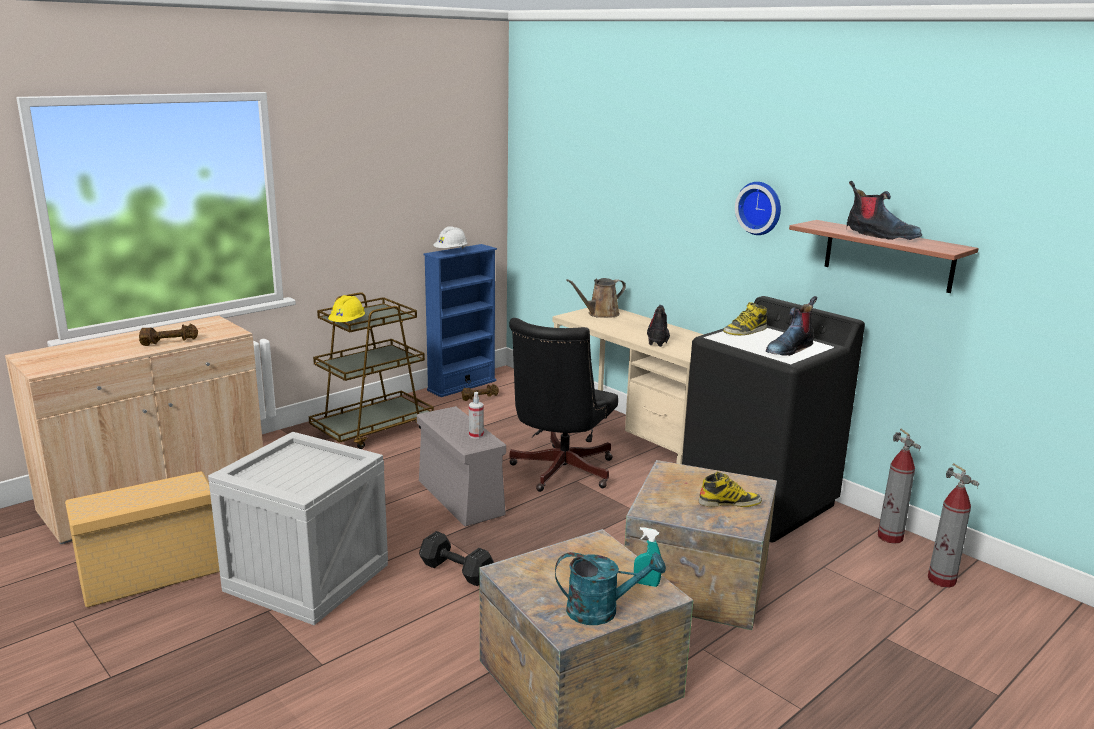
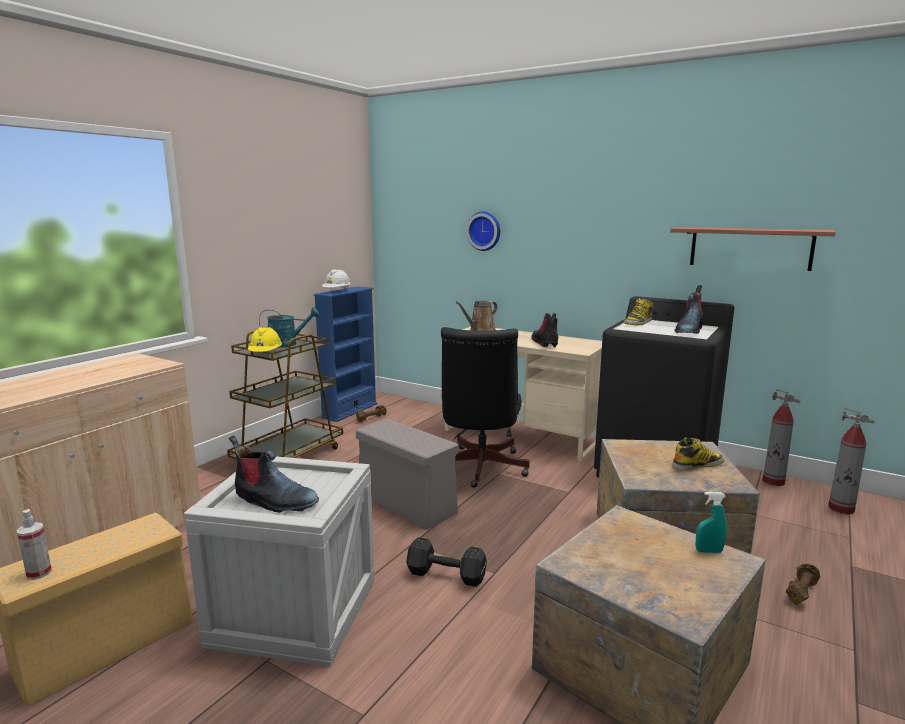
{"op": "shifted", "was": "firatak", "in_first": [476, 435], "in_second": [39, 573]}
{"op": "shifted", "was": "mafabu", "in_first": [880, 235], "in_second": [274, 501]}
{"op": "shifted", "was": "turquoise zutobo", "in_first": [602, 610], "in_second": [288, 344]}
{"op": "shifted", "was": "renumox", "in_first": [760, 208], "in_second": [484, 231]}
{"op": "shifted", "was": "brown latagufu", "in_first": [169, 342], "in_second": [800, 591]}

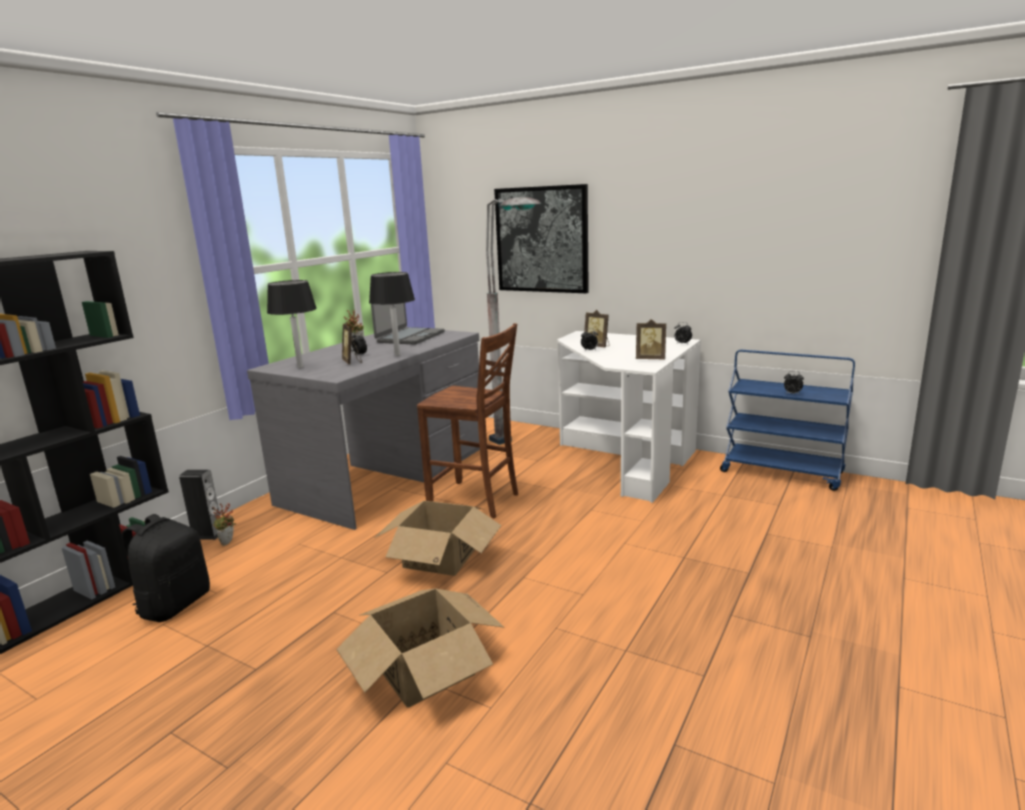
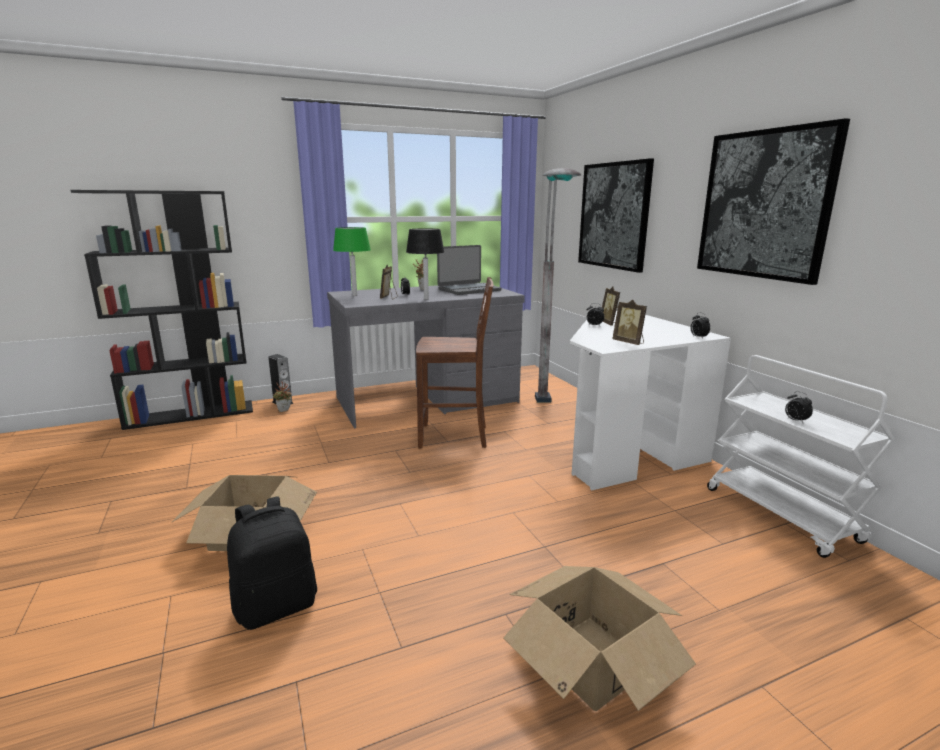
{"op": "shifted", "was": "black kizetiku", "in_first": [174, 604], "in_second": [276, 606]}
{"op": "repainted", "was": "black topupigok", "now": "green topupigok", "in_first": [300, 367], "in_second": [354, 295]}
{"op": "rotated", "was": "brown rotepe", "in_first": [475, 501], "in_second": [455, 437], "clockwise": -60}
{"op": "shifted", "was": "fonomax", "in_first": [440, 557], "in_second": [591, 660]}
{"op": "new", "now": "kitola", "in_second": [764, 205]}
{"op": "repainted", "was": "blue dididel", "now": "white dididel", "in_first": [782, 472], "in_second": [782, 515]}

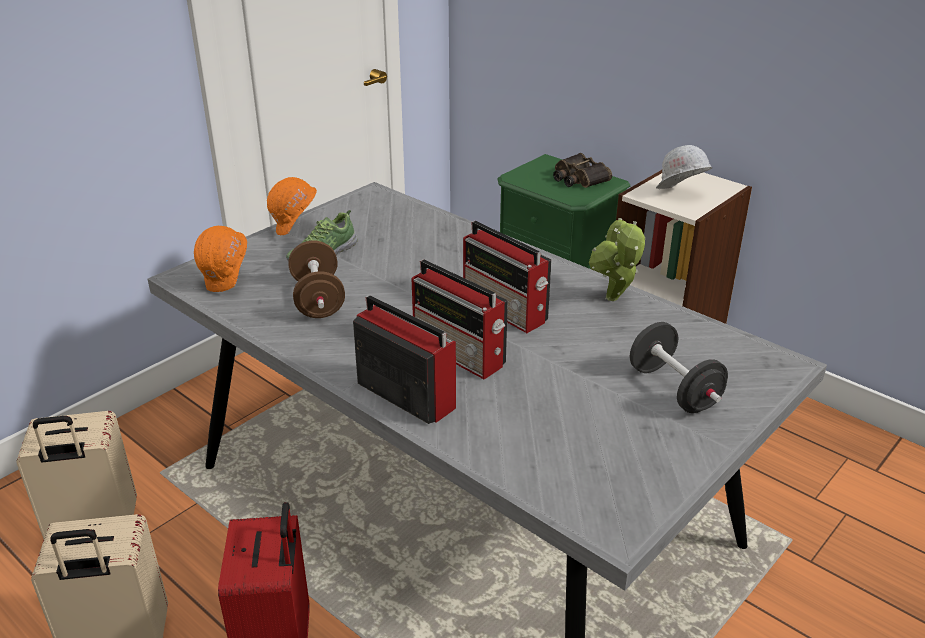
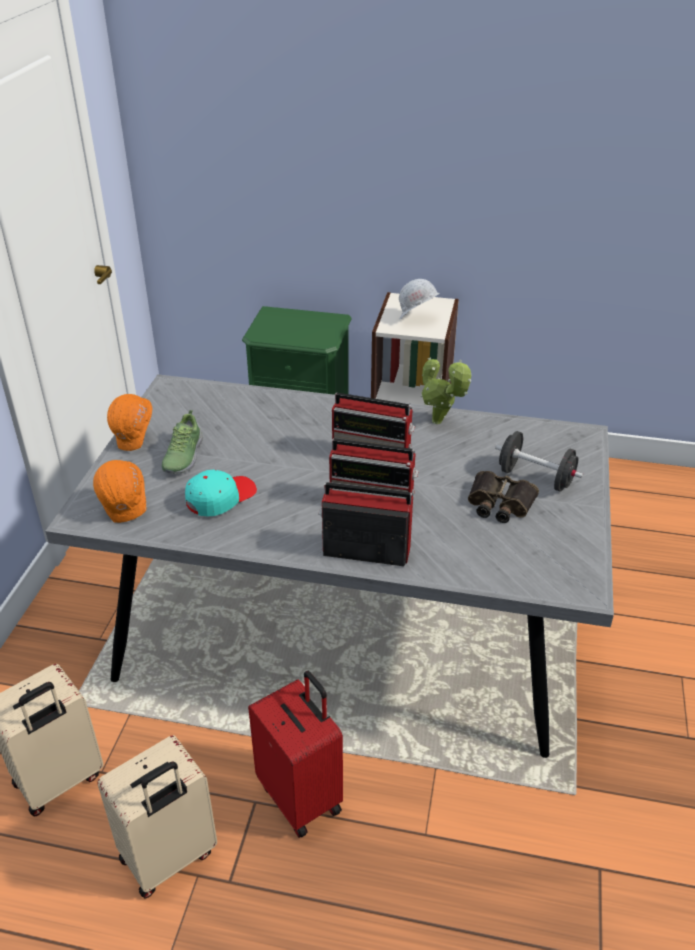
{"op": "swapped", "was": "brown latagufu", "now": "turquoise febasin", "in_first": [318, 299], "in_second": [220, 498]}
{"op": "shifted", "was": "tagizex", "in_first": [578, 178], "in_second": [499, 504]}

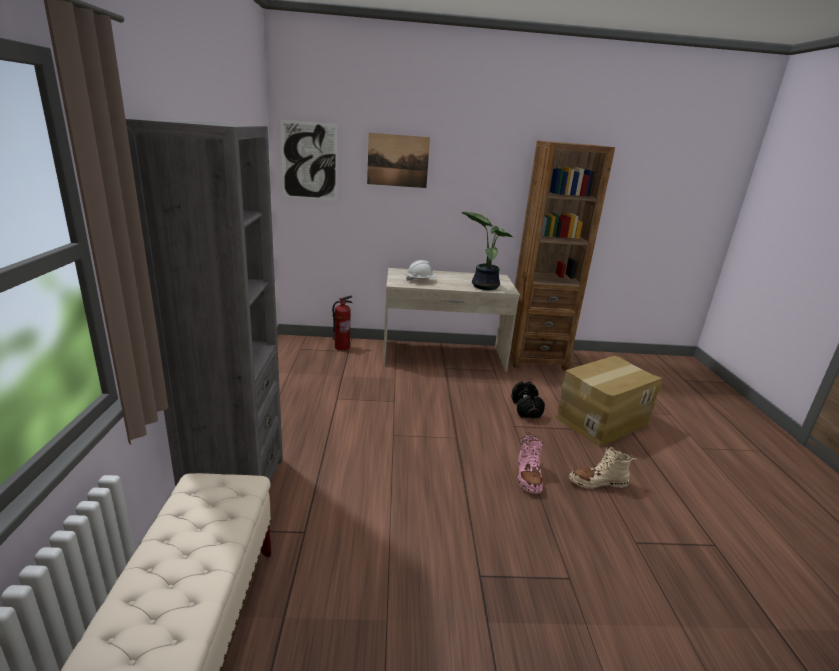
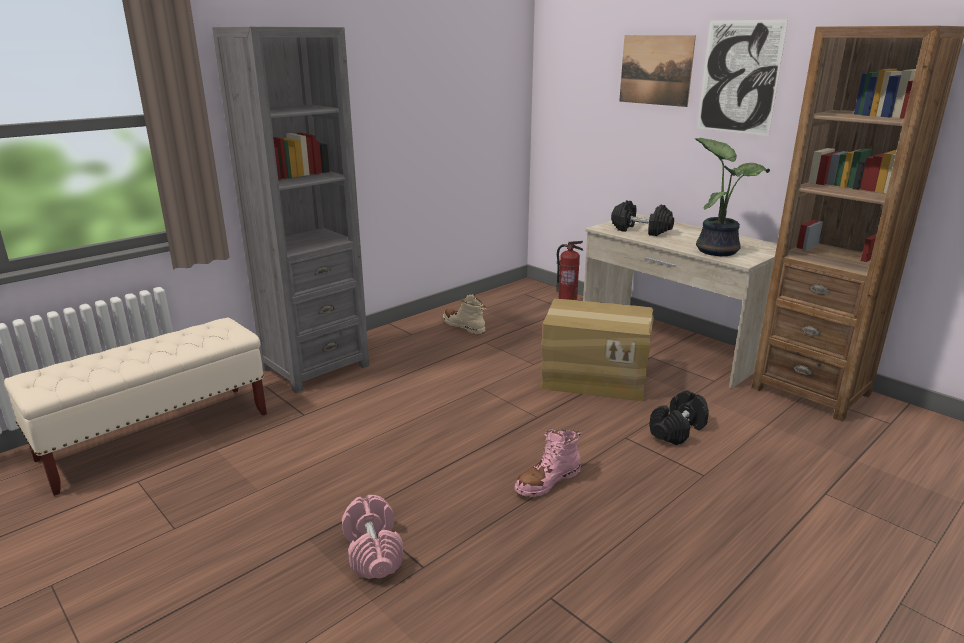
{"op": "new", "now": "pink latagufu", "in_second": [372, 550]}
{"op": "shifted", "was": "beige mafabu", "in_first": [597, 482], "in_second": [464, 326]}
{"op": "shifted", "was": "fonomax", "in_first": [601, 420], "in_second": [595, 377]}
{"op": "swapped", "was": "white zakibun", "now": "black latagufu", "in_first": [420, 280], "in_second": [641, 230]}
{"op": "shifted", "was": "kitola", "in_first": [309, 161], "in_second": [739, 77]}

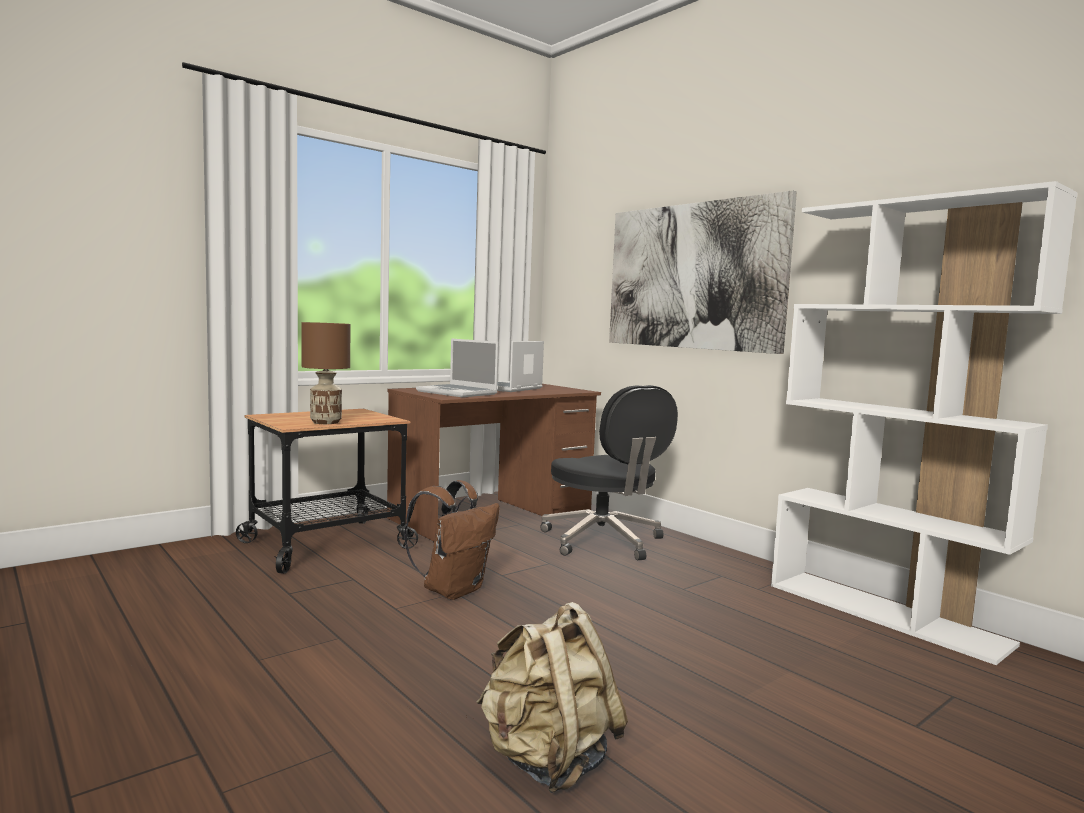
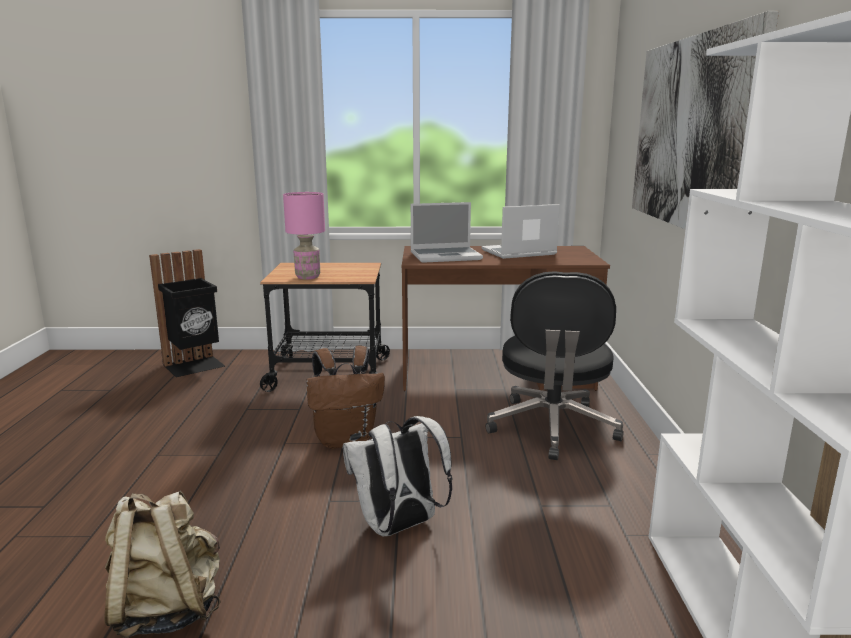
{"op": "new", "now": "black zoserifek", "in_second": [195, 366]}
{"op": "repainted", "was": "brown topupigok", "now": "pink topupigok", "in_first": [326, 422], "in_second": [308, 277]}
{"op": "new", "now": "white kizetiku", "in_second": [399, 527]}
{"op": "rotated", "was": "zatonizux", "in_first": [458, 393], "in_second": [446, 256], "clockwise": -90}

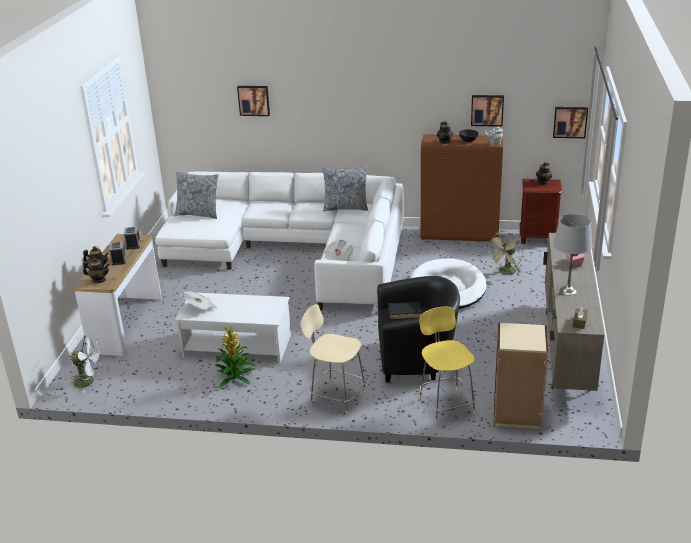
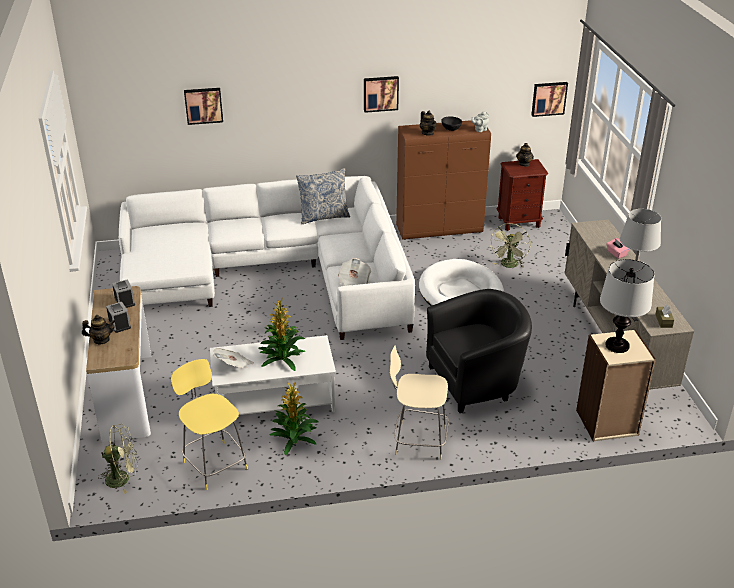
{"op": "repainted", "was": "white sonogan", "now": "green sonogan", "in_first": [88, 382], "in_second": [123, 478]}
{"op": "shifted", "was": "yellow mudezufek", "in_first": [446, 405], "in_second": [214, 464]}
{"op": "new", "now": "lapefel", "in_second": [282, 358]}
{"op": "shifted", "was": "kitola", "in_first": [487, 110], "in_second": [380, 93]}
{"op": "new", "now": "topupigok", "in_second": [617, 345]}
{"op": "gone", "was": "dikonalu", "in_first": [98, 280]}
{"op": "gone", "was": "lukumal", "in_first": [198, 214]}
{"op": "gone", "was": "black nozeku", "in_first": [404, 313]}

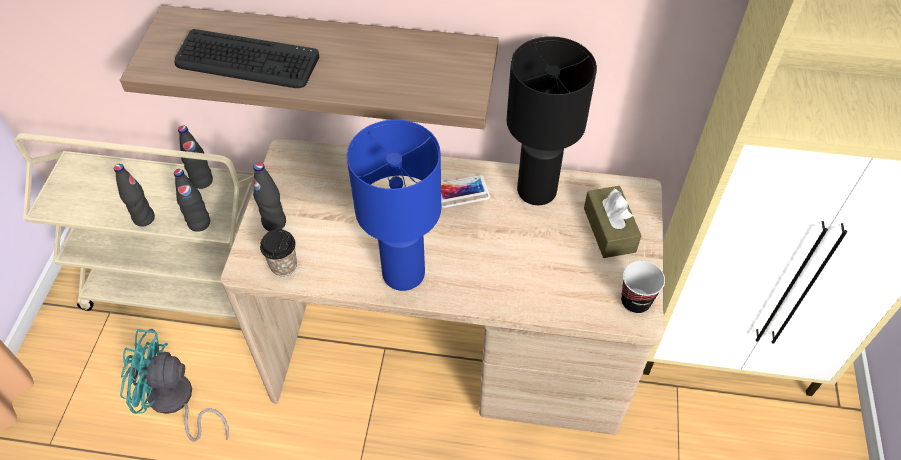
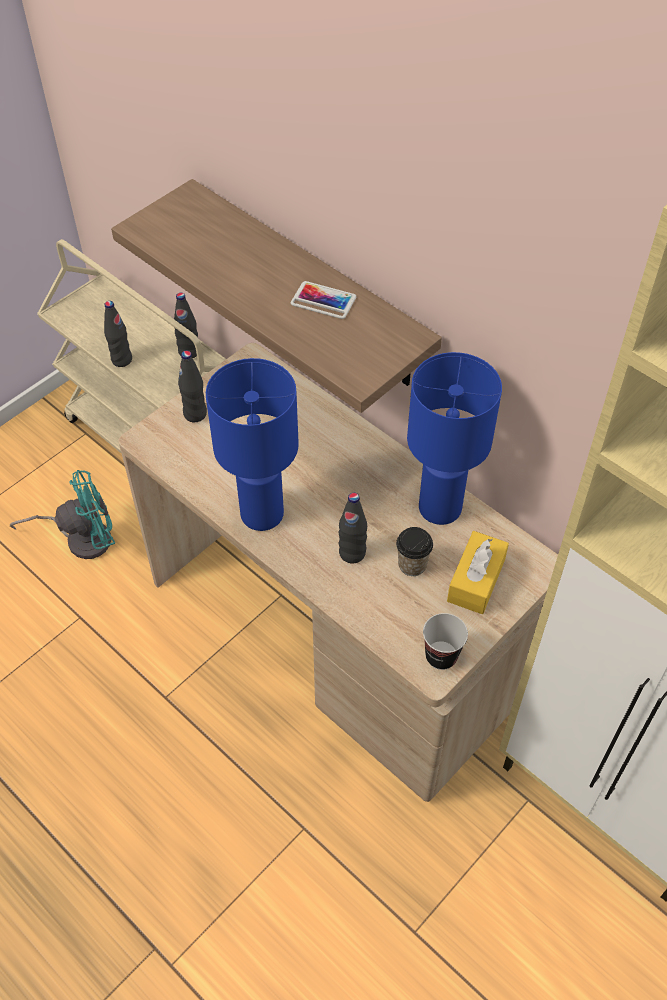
{"op": "rotated", "was": "turquoise sonogan", "in_first": [175, 403], "in_second": [81, 538], "clockwise": 120}
{"op": "shifted", "was": "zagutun", "in_first": [462, 192], "in_second": [323, 300]}
{"op": "shifted", "was": "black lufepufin", "in_first": [199, 223], "in_second": [352, 553]}
{"op": "shifted", "was": "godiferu", "in_first": [283, 265], "in_second": [412, 565]}
{"op": "repainted", "was": "black topupigok", "now": "blue topupigok", "in_first": [538, 191], "in_second": [440, 509]}
{"op": "repainted", "was": "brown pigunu", "now": "yellow pigunu", "in_first": [609, 230], "in_second": [476, 580]}
{"op": "gone", "was": "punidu", "in_first": [246, 61]}

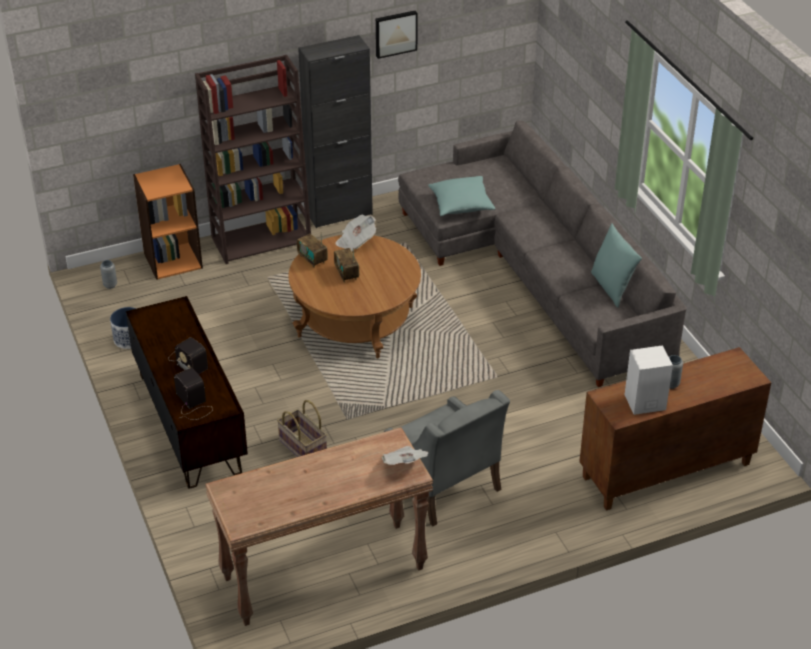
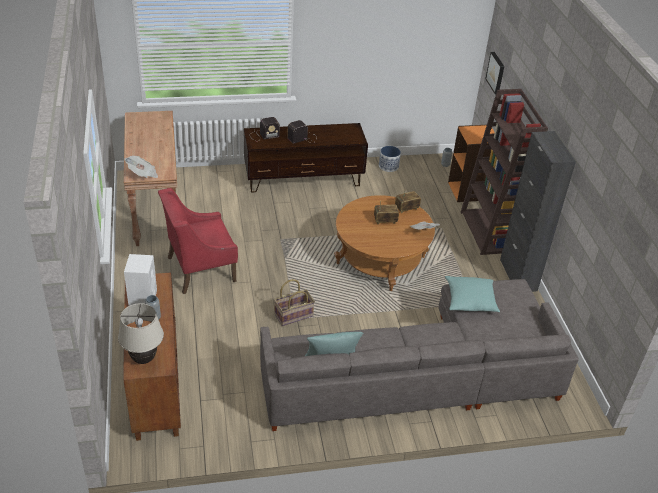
{"op": "new", "now": "beige topupigok", "in_second": [143, 359]}
{"op": "repainted", "was": "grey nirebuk", "now": "red nirebuk", "in_first": [444, 485], "in_second": [200, 269]}
{"op": "shifted", "was": "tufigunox", "in_first": [302, 447], "in_second": [293, 315]}
{"op": "shifted", "was": "kitola", "in_first": [395, 33], "in_second": [496, 72]}

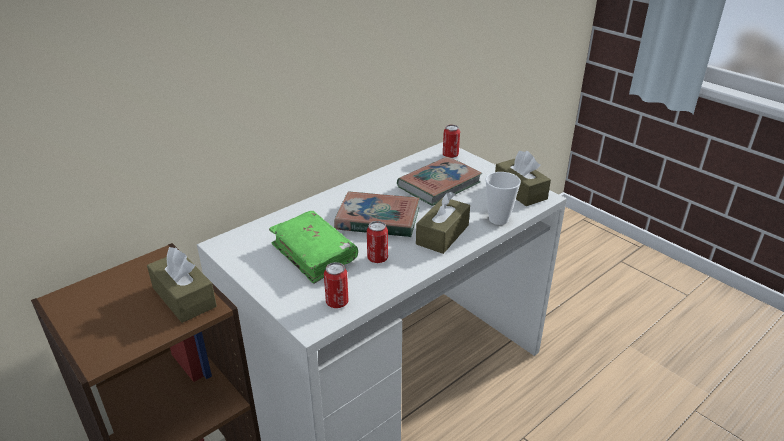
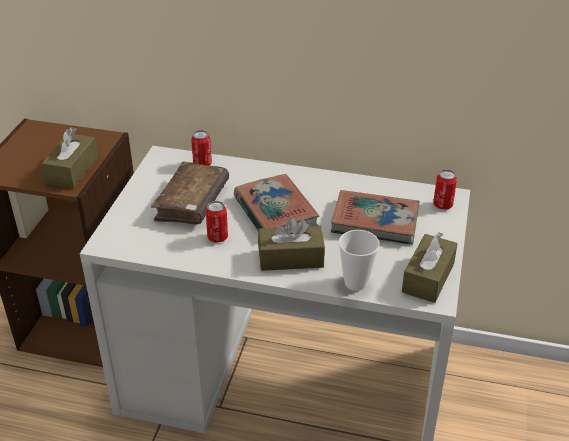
{"op": "repainted", "was": "green nozeku", "now": "brown nozeku", "in_first": [314, 254], "in_second": [192, 203]}
{"op": "shifted", "was": "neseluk", "in_first": [337, 302], "in_second": [202, 164]}

